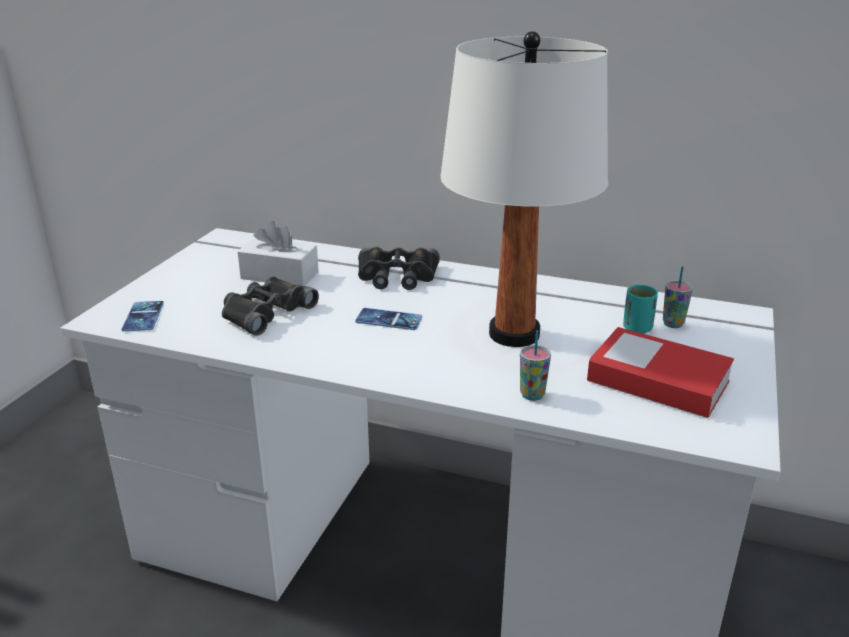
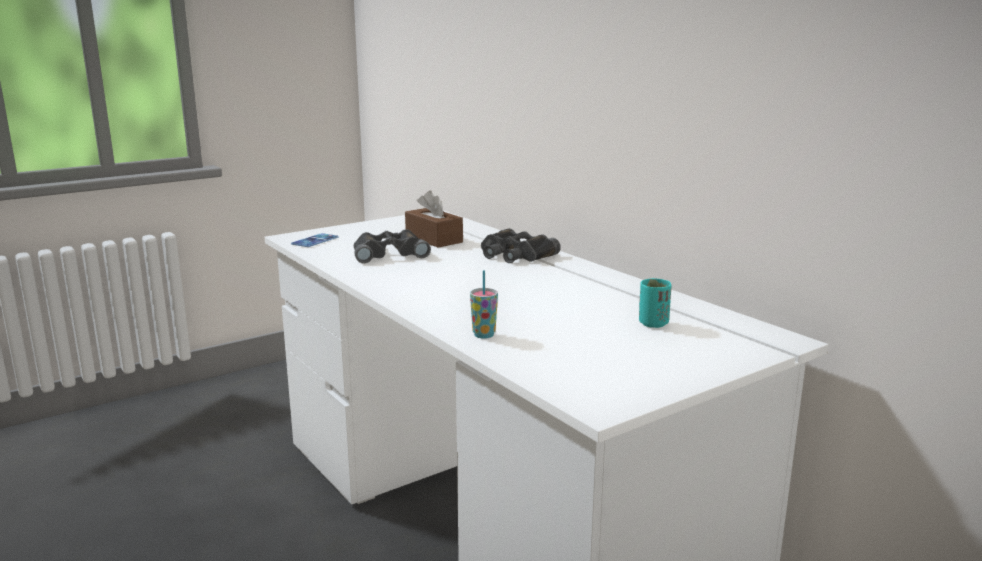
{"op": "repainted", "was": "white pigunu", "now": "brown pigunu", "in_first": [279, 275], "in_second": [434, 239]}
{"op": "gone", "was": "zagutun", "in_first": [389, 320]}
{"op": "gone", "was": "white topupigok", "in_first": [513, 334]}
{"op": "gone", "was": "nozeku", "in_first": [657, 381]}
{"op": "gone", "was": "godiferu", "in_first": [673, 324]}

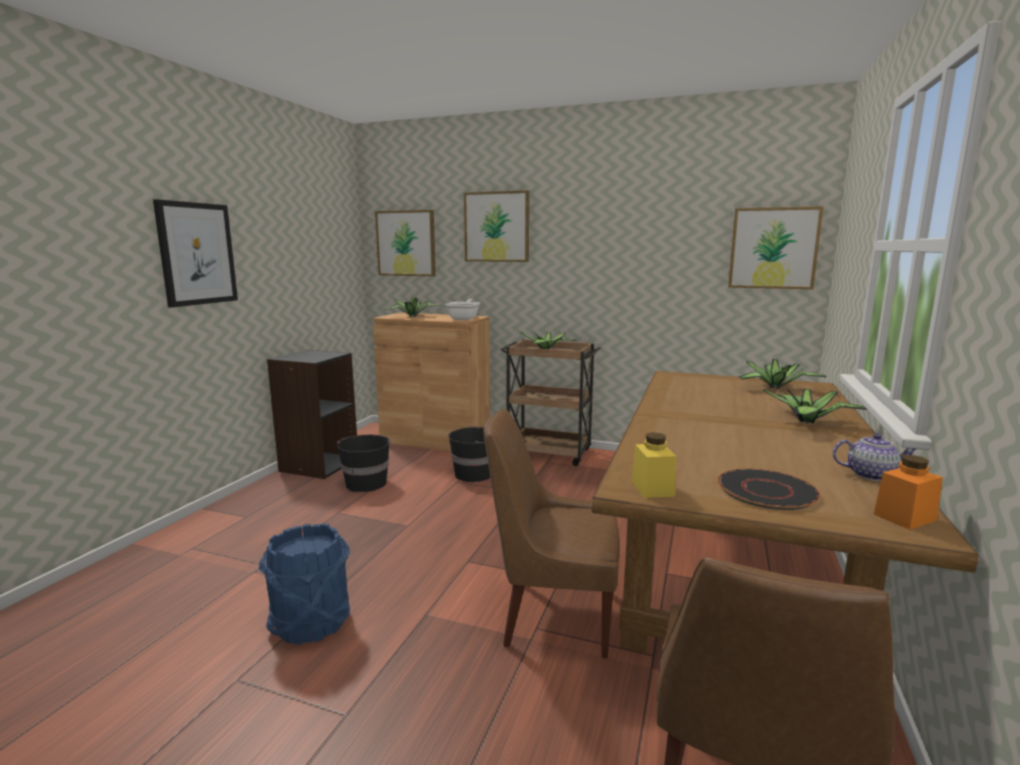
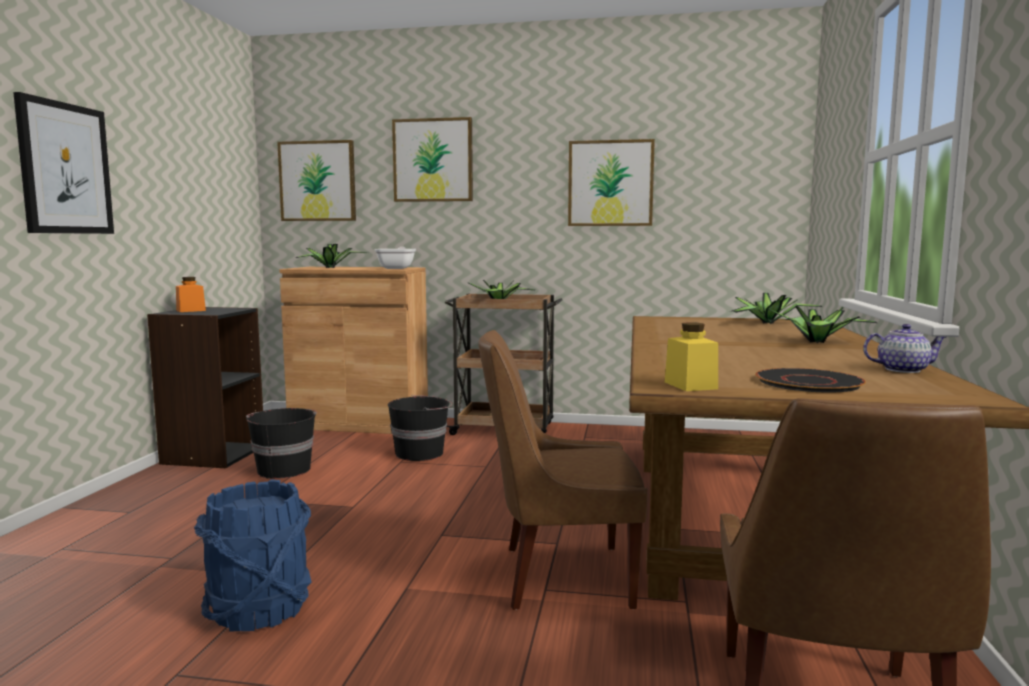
{"op": "shifted", "was": "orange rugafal", "in_first": [904, 517], "in_second": [191, 310]}
{"op": "shifted", "was": "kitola", "in_first": [773, 248], "in_second": [610, 183]}

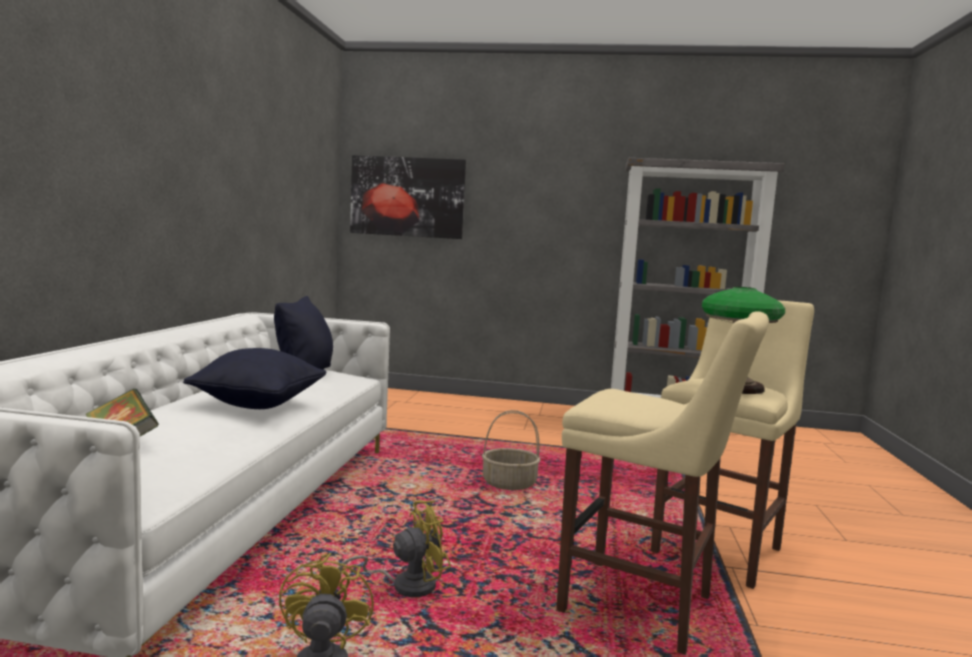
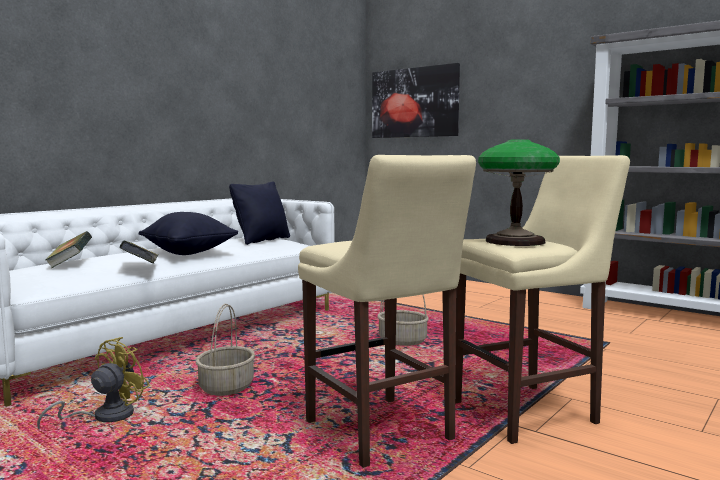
{"op": "new", "now": "nozeku", "in_second": [140, 267]}
{"op": "swapped", "was": "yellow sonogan", "now": "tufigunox", "in_first": [405, 585], "in_second": [226, 387]}

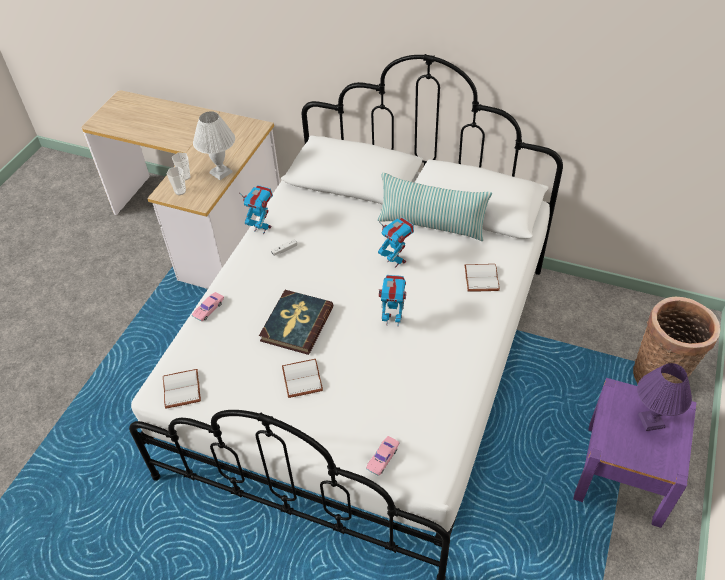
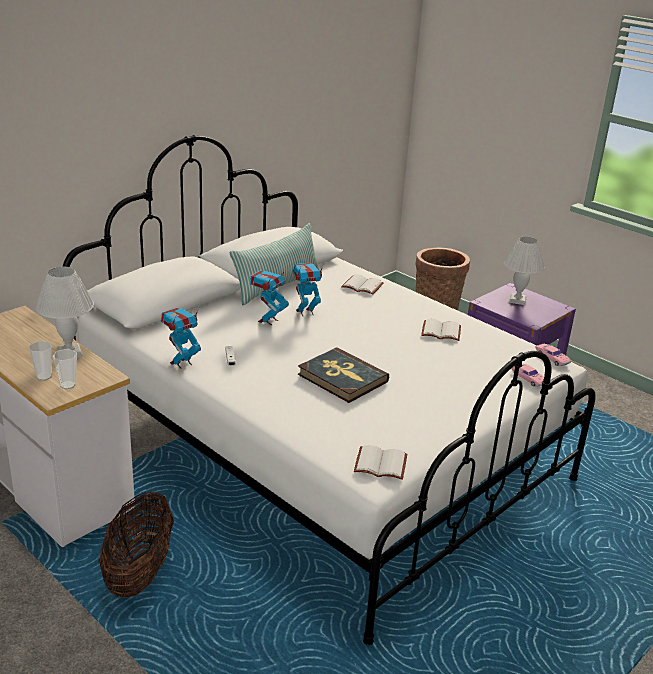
{"op": "new", "now": "tufigunox", "in_second": [139, 572]}
{"op": "shifted", "was": "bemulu", "in_first": [393, 320], "in_second": [268, 320]}
{"op": "shifted", "was": "white nozeku", "in_first": [301, 378], "in_second": [440, 332]}
{"op": "repainted", "was": "purple topupigok", "now": "white topupigok", "in_first": [650, 420], "in_second": [517, 300]}
{"op": "shifted", "was": "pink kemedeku", "in_first": [208, 309], "in_second": [552, 358]}

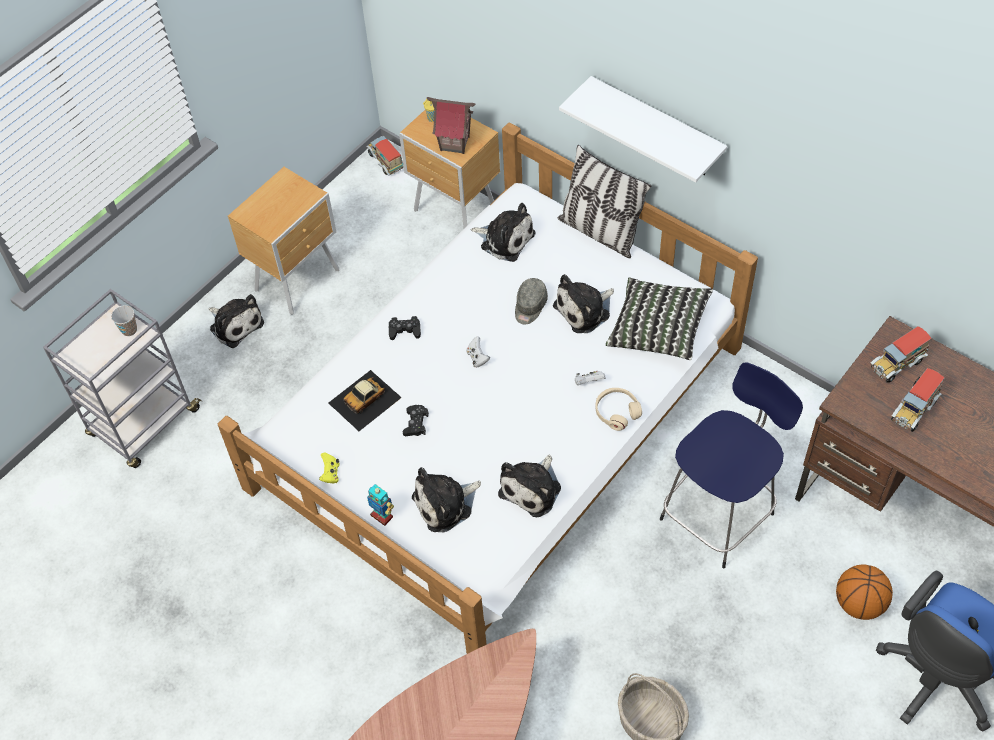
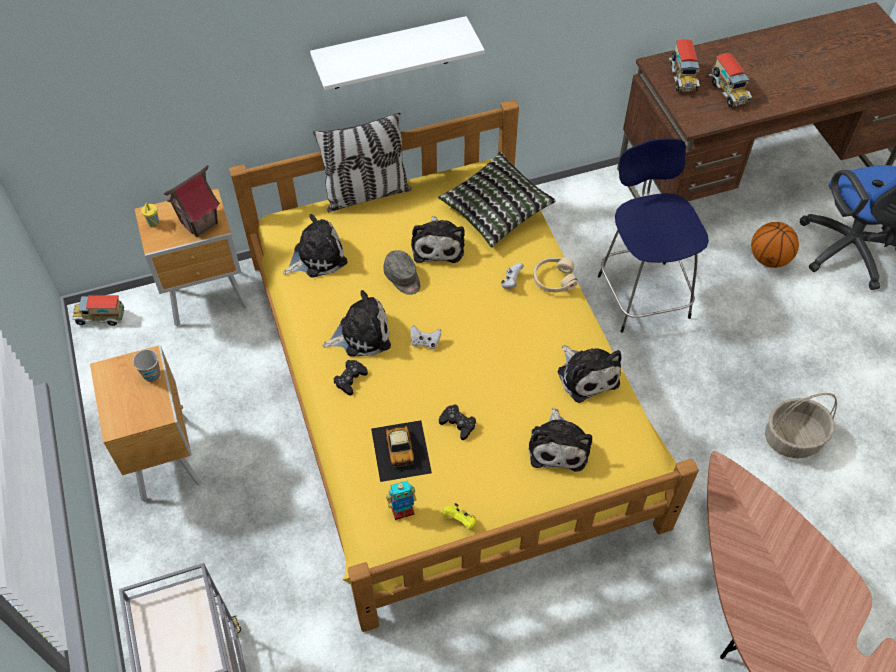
{"op": "shifted", "was": "godiferu", "in_first": [129, 330], "in_second": [152, 375]}
{"op": "repainted", "was": "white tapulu", "now": "yellow tapulu", "in_first": [497, 418], "in_second": [447, 386]}
{"op": "shifted", "was": "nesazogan", "in_first": [235, 324], "in_second": [361, 334]}
{"op": "shifted", "was": "bemulu", "in_first": [382, 516], "in_second": [402, 510]}

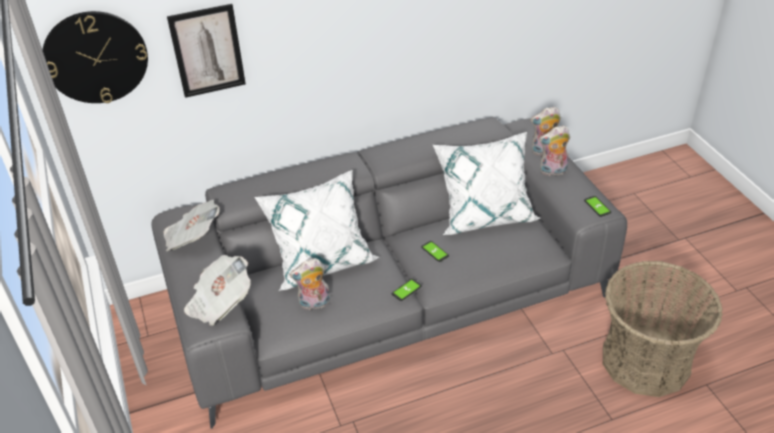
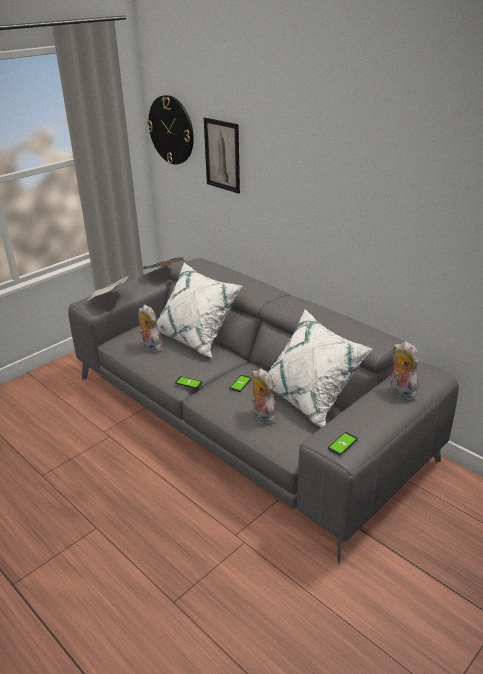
{"op": "shifted", "was": "nesazogan", "in_first": [552, 172], "in_second": [262, 416]}
{"op": "gone", "was": "tufigunox", "in_first": [646, 361]}

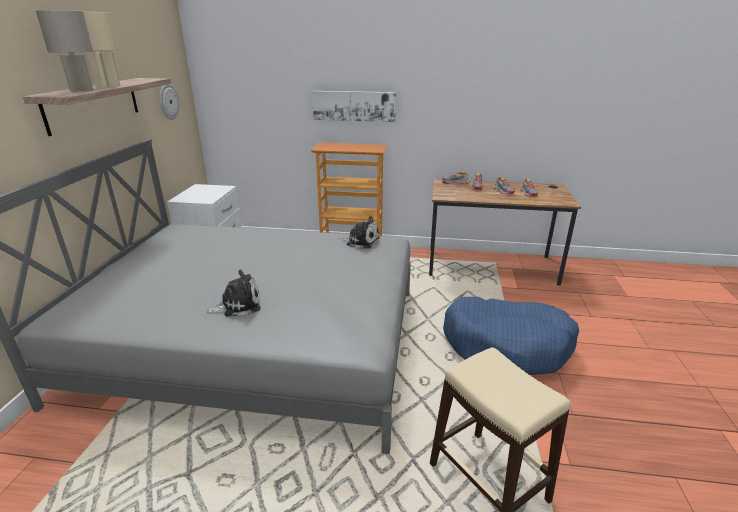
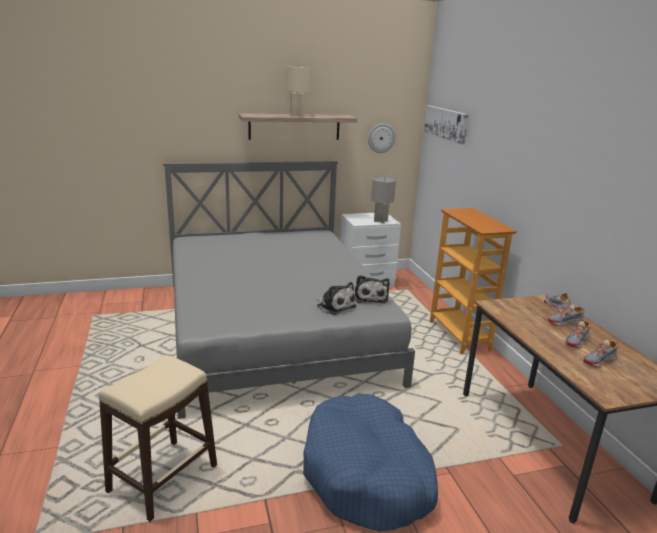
{"op": "shifted", "was": "nesazogan", "in_first": [238, 305], "in_second": [335, 306]}
{"op": "shifted", "was": "grey topupigok", "in_first": [81, 90], "in_second": [380, 221]}
{"op": "shifted", "was": "kitola", "in_first": [354, 106], "in_second": [446, 123]}

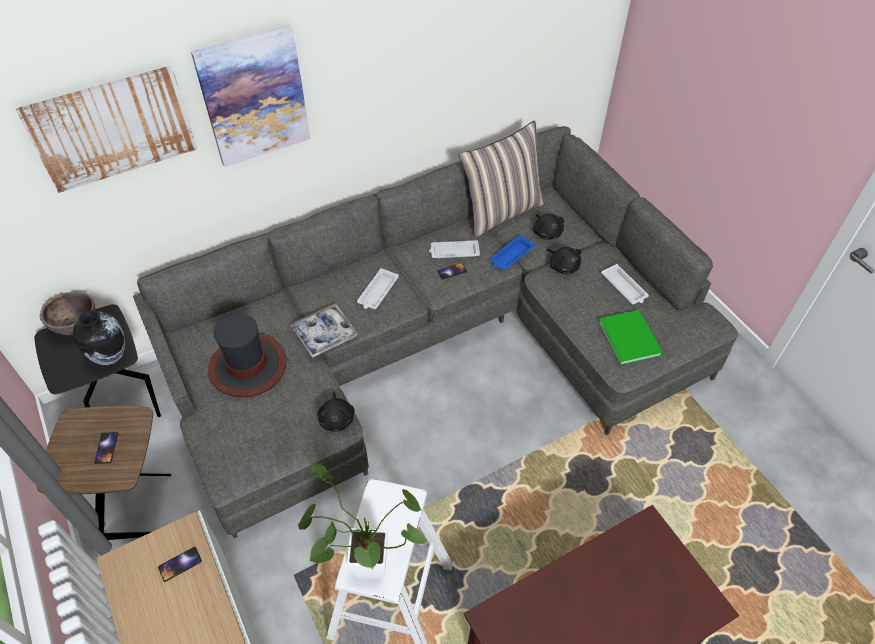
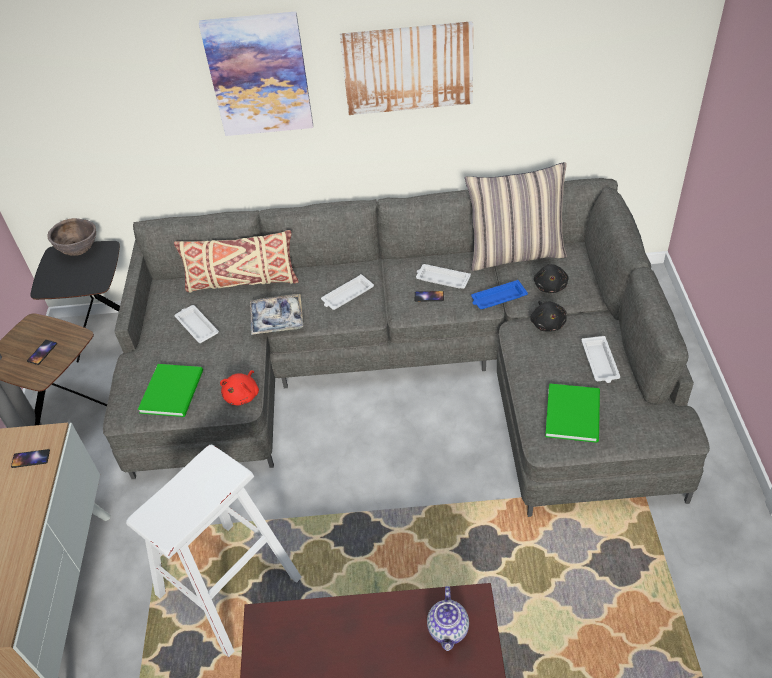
{"op": "new", "now": "green nozeku", "in_second": [174, 390]}
{"op": "new", "now": "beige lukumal", "in_second": [241, 282]}
{"op": "swapped", "was": "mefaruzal", "now": "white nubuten", "in_first": [248, 366], "in_second": [196, 326]}
{"op": "repainted", "was": "black nesazogan", "now": "red nesazogan", "in_first": [337, 418], "in_second": [243, 395]}
{"op": "shifted", "was": "kitola", "in_first": [112, 128], "in_second": [408, 68]}
{"op": "new", "now": "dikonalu", "in_second": [448, 629]}
{"op": "gone", "was": "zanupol", "in_first": [111, 357]}
{"op": "gone", "was": "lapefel", "in_first": [362, 566]}

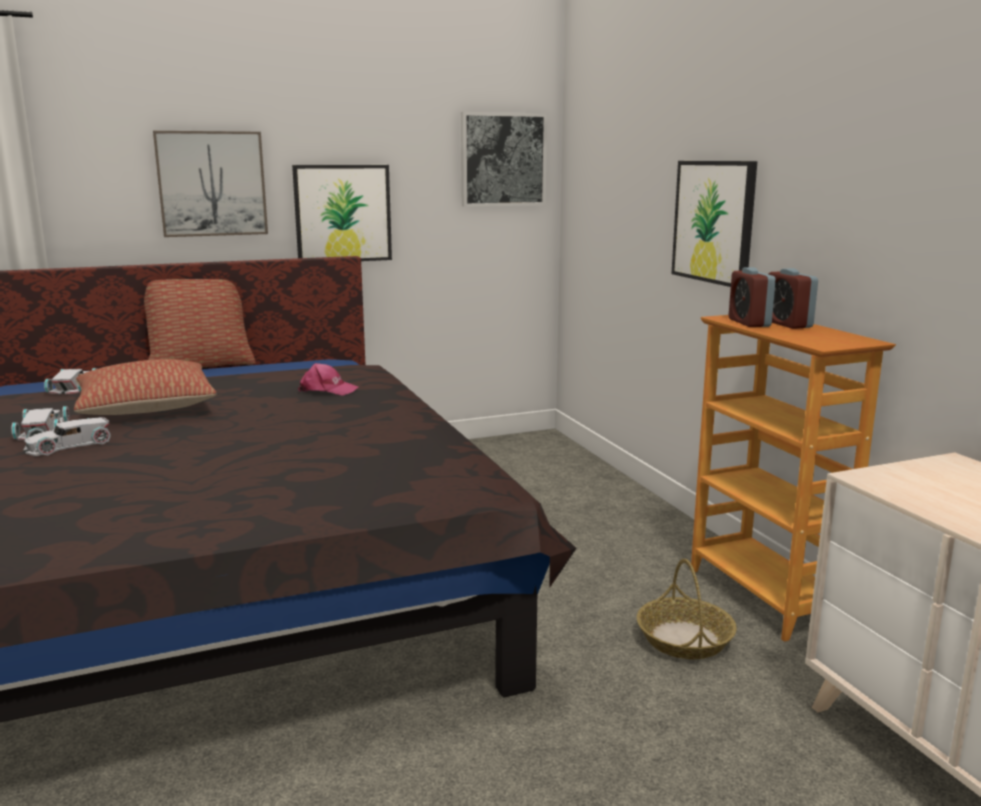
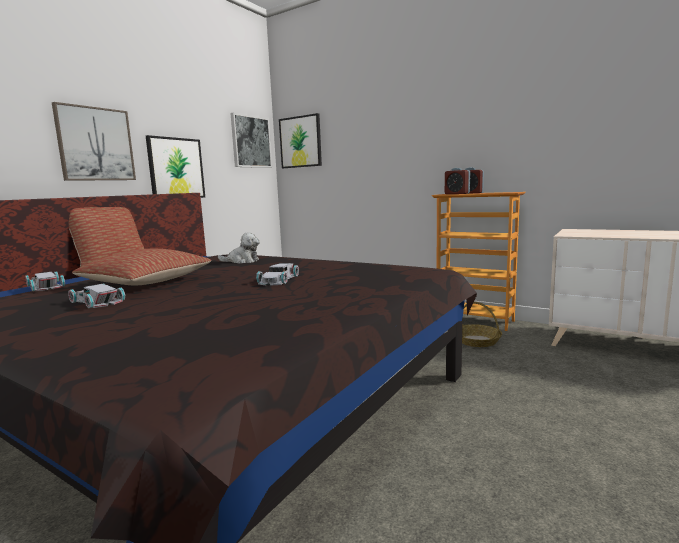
{"op": "swapped", "was": "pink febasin", "now": "nesazogan", "in_first": [327, 390], "in_second": [242, 261]}
{"op": "shifted", "was": "white kemedeku", "in_first": [68, 444], "in_second": [277, 279]}
{"op": "shifted", "was": "kitola", "in_first": [714, 222], "in_second": [300, 142]}

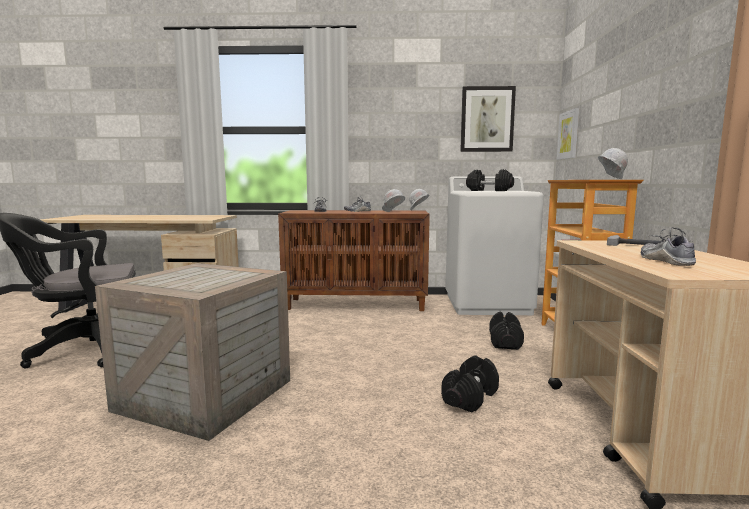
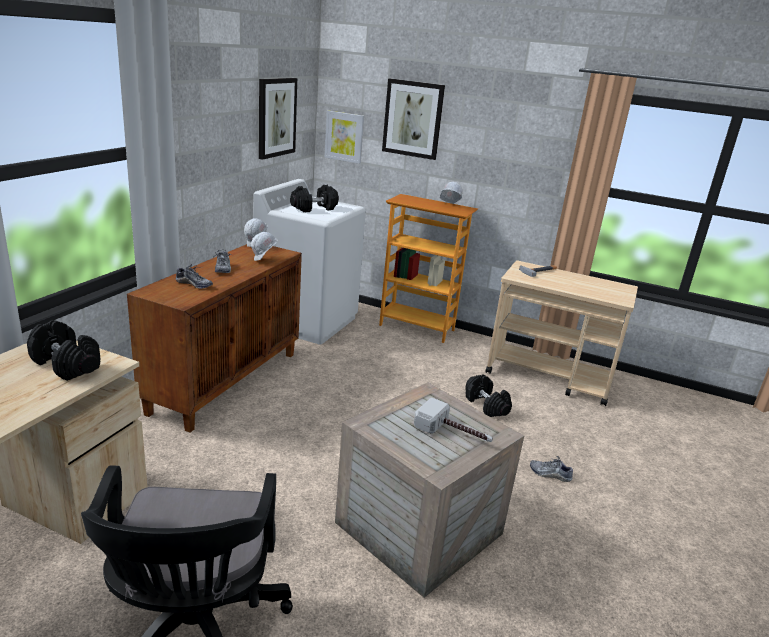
{"op": "shifted", "was": "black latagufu", "in_first": [505, 342], "in_second": [66, 365]}
{"op": "new", "now": "kitola", "in_second": [413, 119]}
{"op": "new", "now": "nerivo", "in_second": [454, 433]}
{"op": "shifted", "was": "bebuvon", "in_first": [665, 260], "in_second": [550, 474]}

